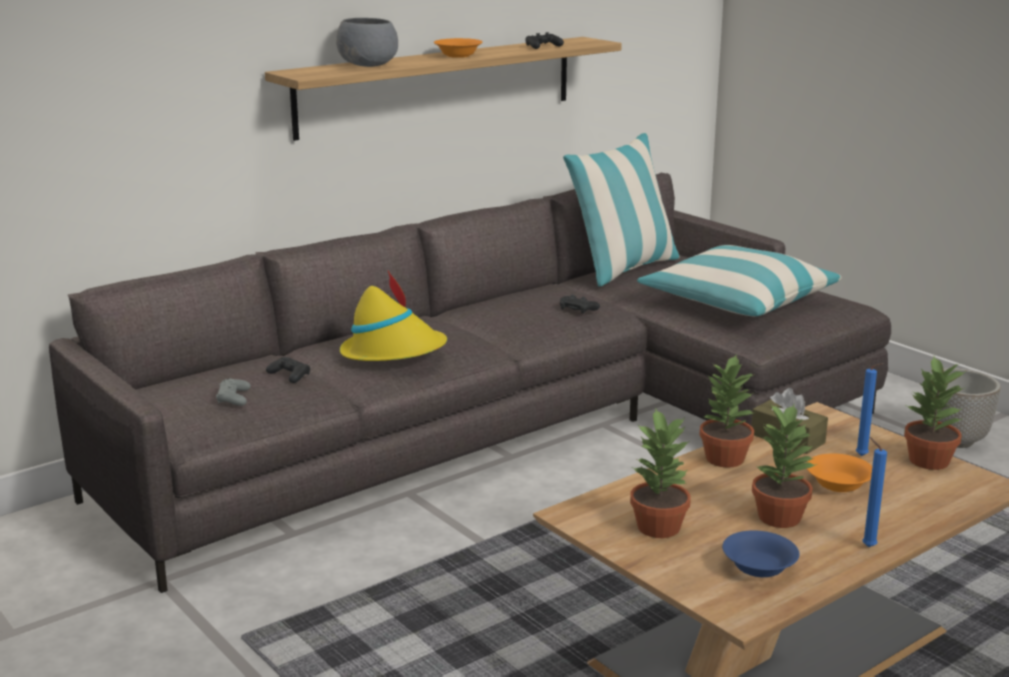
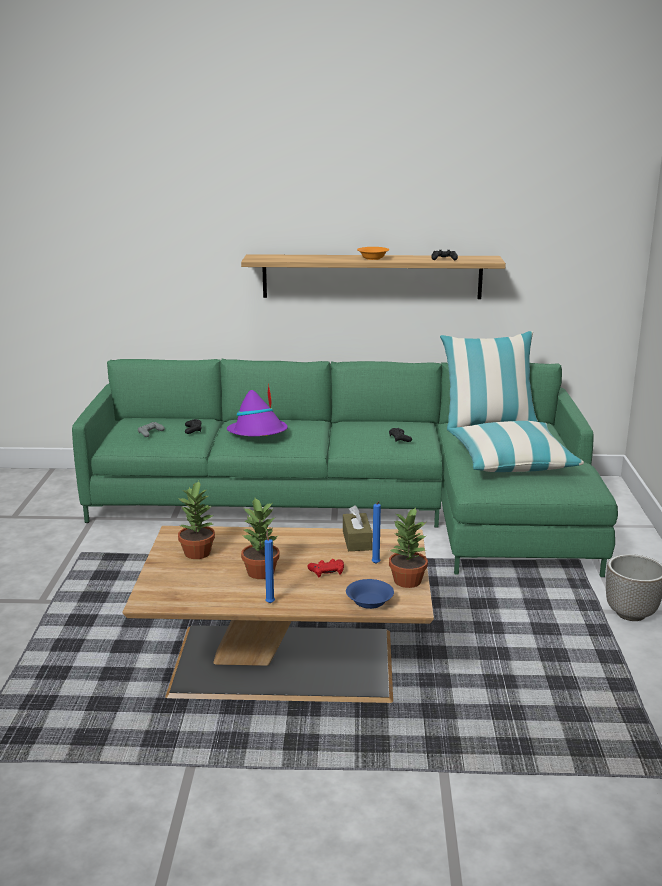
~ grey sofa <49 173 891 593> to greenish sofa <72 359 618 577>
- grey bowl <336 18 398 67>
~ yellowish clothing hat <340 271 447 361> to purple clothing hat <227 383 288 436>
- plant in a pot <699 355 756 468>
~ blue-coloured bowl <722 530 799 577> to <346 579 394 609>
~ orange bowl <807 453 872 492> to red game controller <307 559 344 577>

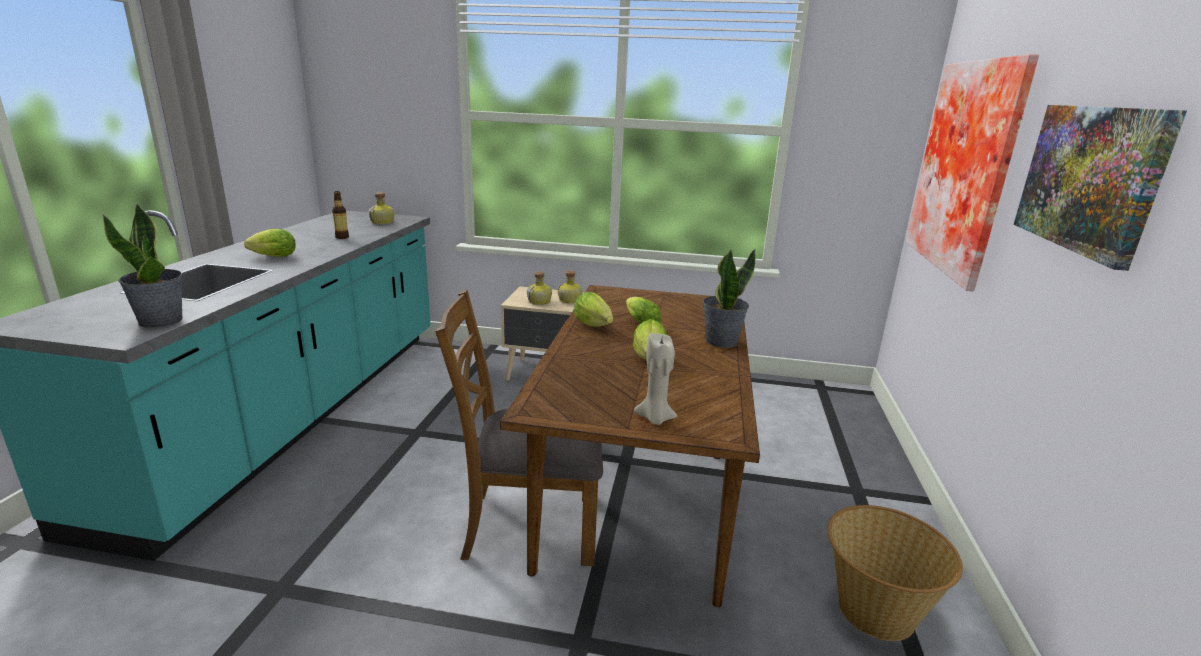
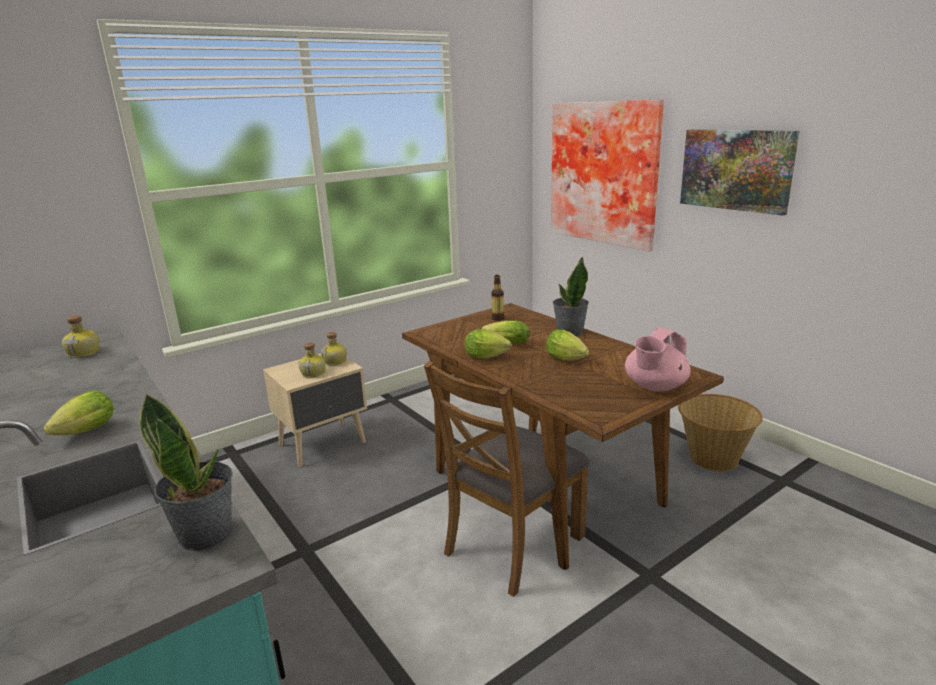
~ beverage bottle <332 191 349 239> to <491 275 504 321>
~ beige-coloured candle <634 333 677 425> to pink pot for tea <625 328 691 392>

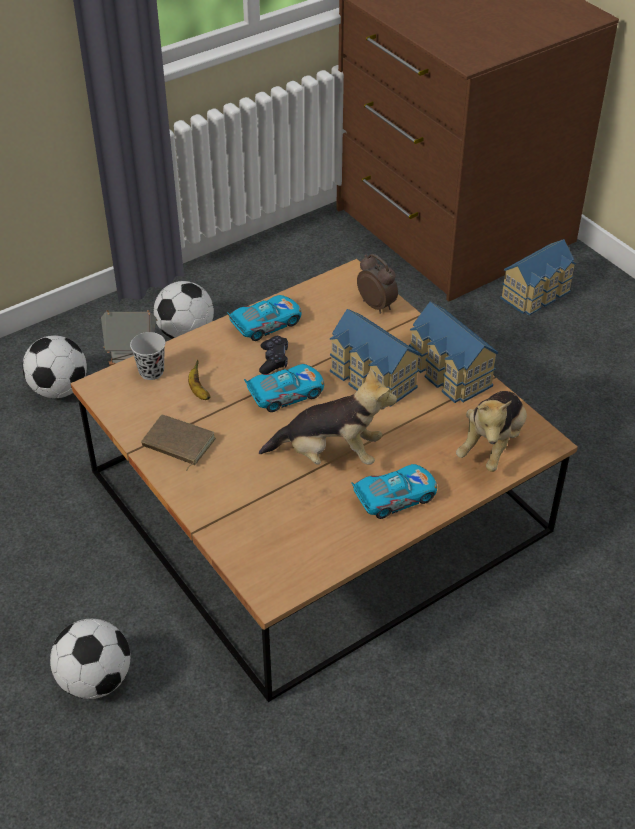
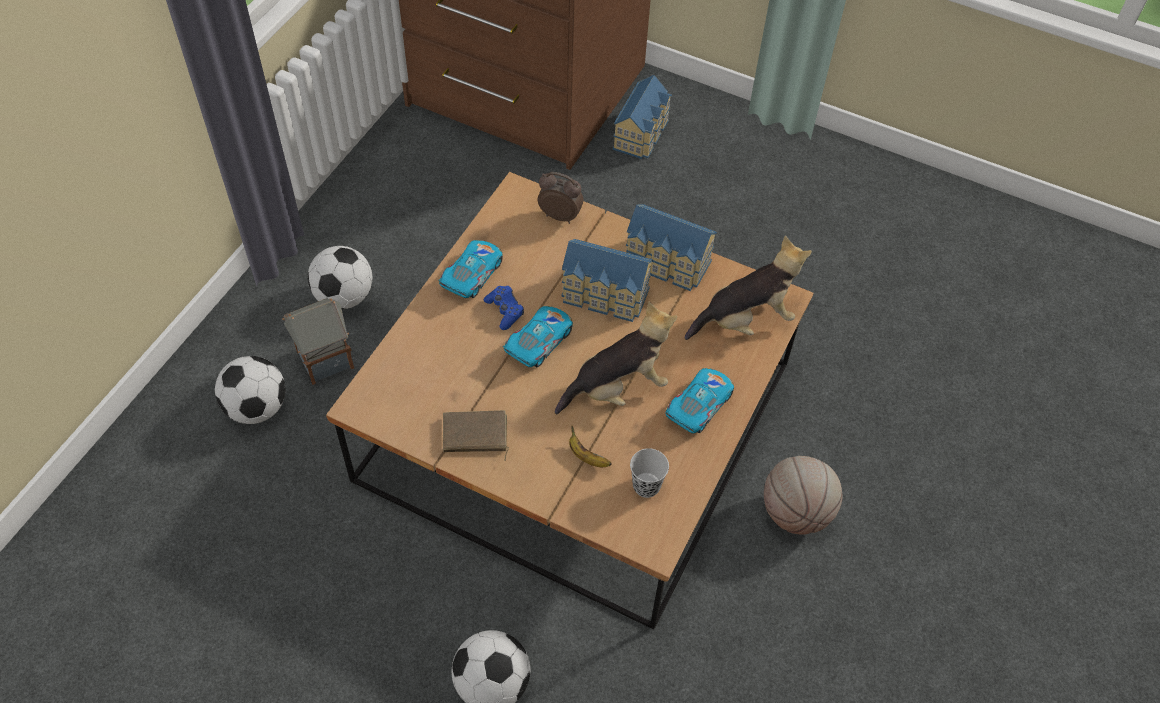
~ blackish drinking cup <130 332 165 380> to <630 448 669 498>
~ whole banana <188 360 211 400> to <569 426 612 467>
~ blackish game controller <259 336 288 374> to blue-coloured game controller <484 286 524 330>
~ soft toy <456 391 527 472> = <685 236 812 340> 105 degrees counterclockwise
+ basketball <764 456 843 535>

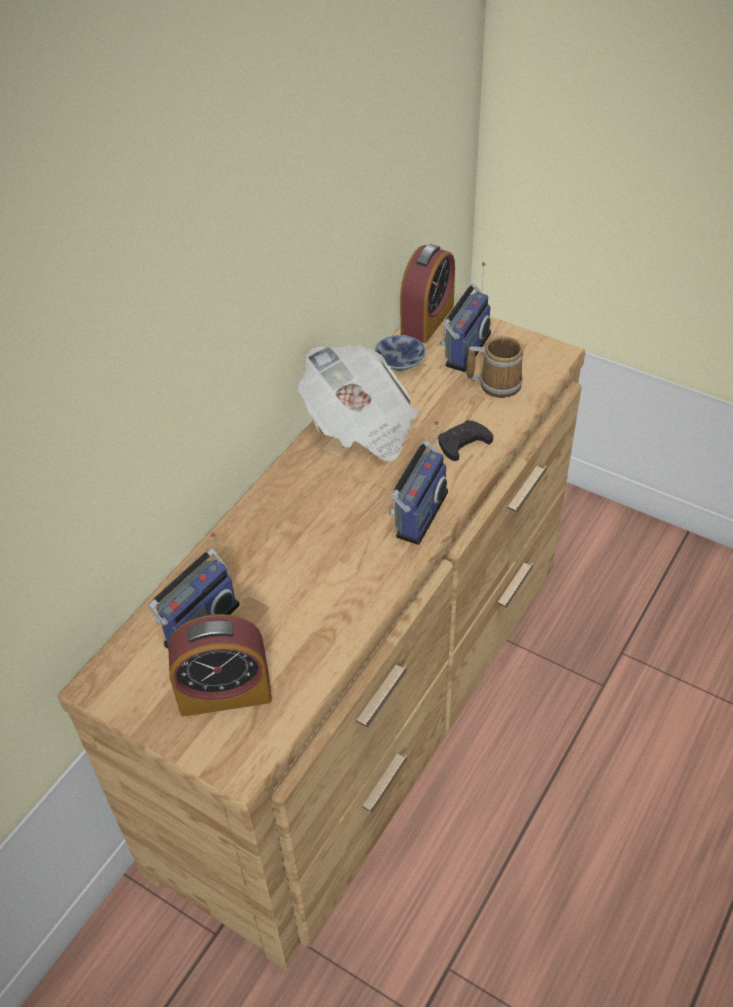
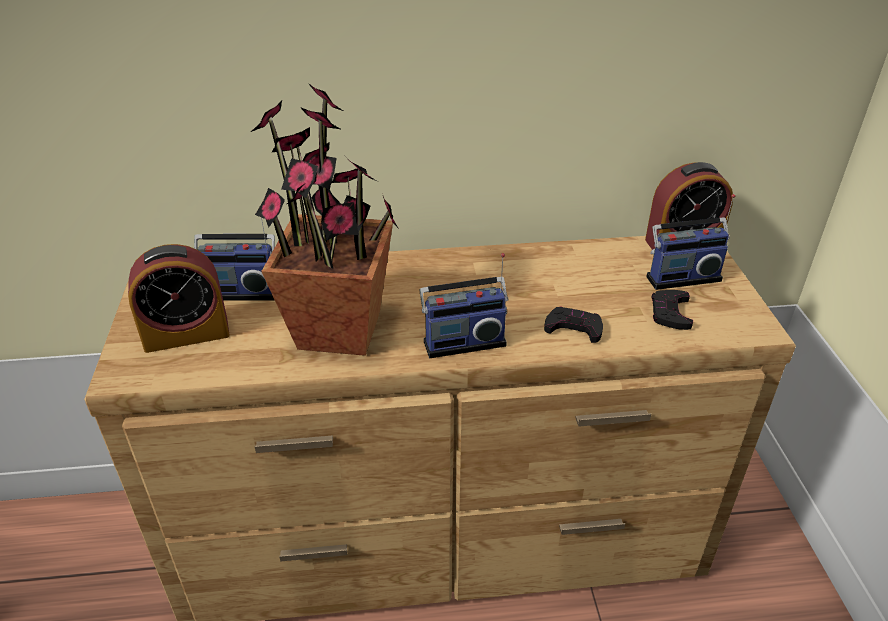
~ alarm clock <168 614 272 717> = <128 244 230 353> 60 degrees counterclockwise
- printed paper <298 344 419 462>
- bowl <375 335 426 370>
~ tea mug <467 336 523 398> to blackish game controller <651 290 693 330>
+ plant in a pot <251 83 399 356>

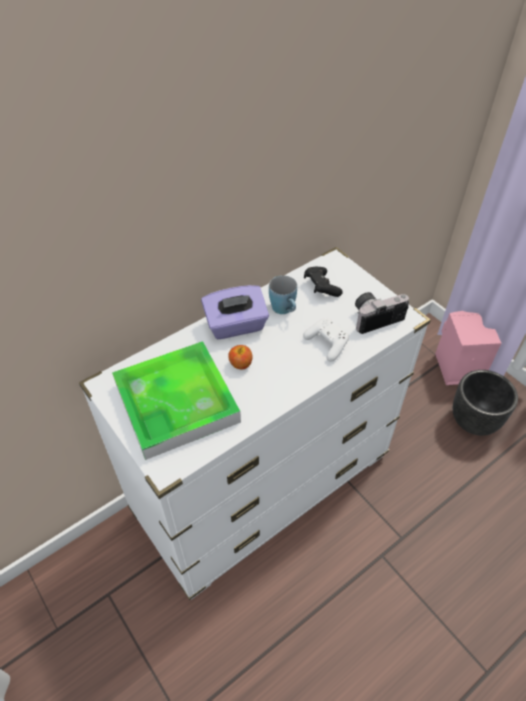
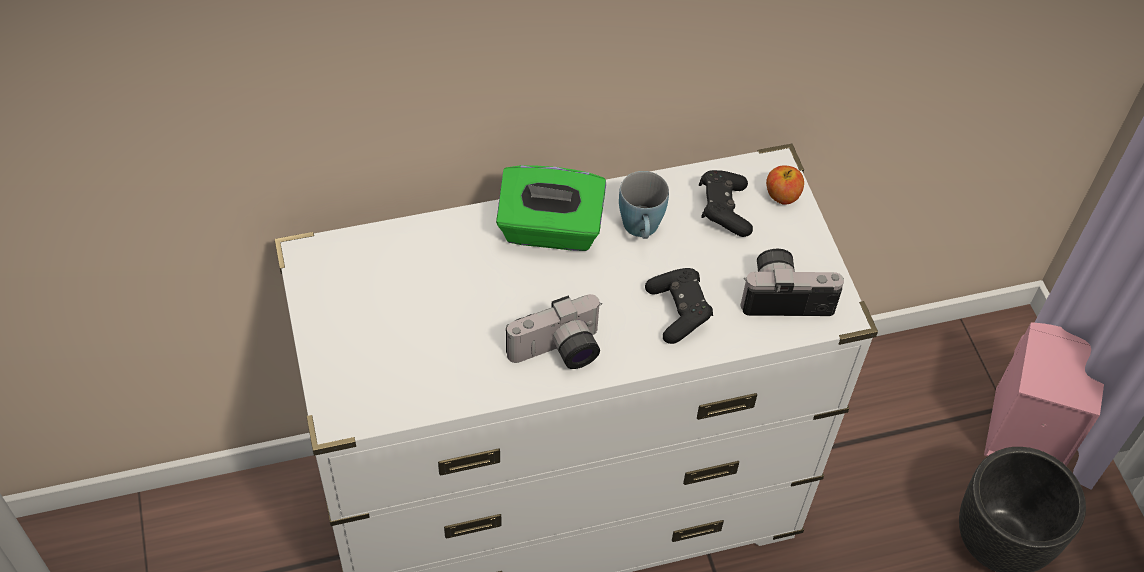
- serving tray <112 341 241 460>
~ purple tissue holder <201 285 269 339> to greenish tissue holder <496 165 606 251>
~ apple <228 345 253 370> to <766 165 804 205>
~ white-coloured game controller <303 318 349 362> to blackish game controller <645 268 713 344>
+ photo camera <506 294 602 369>

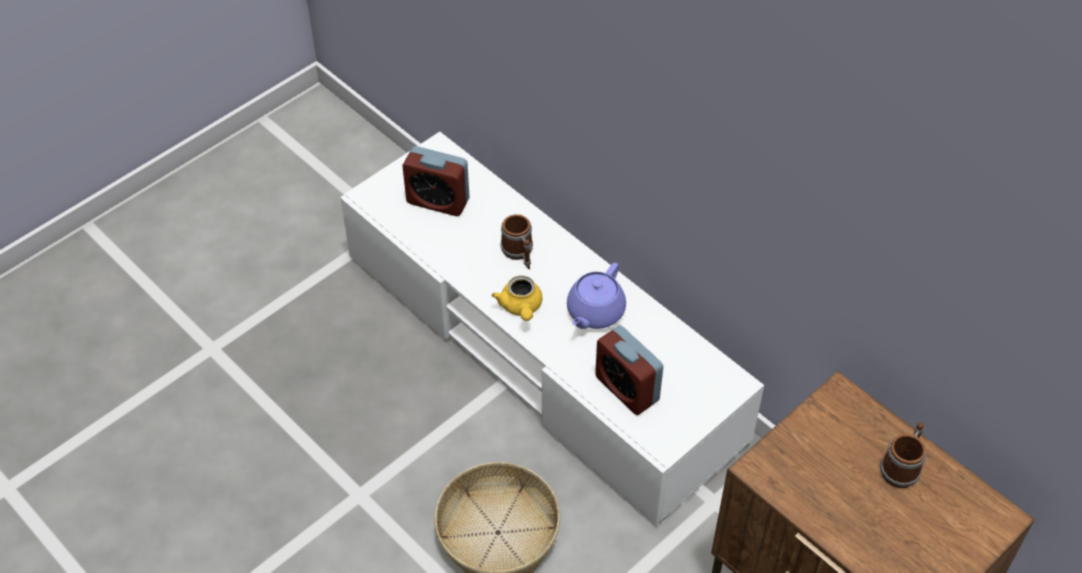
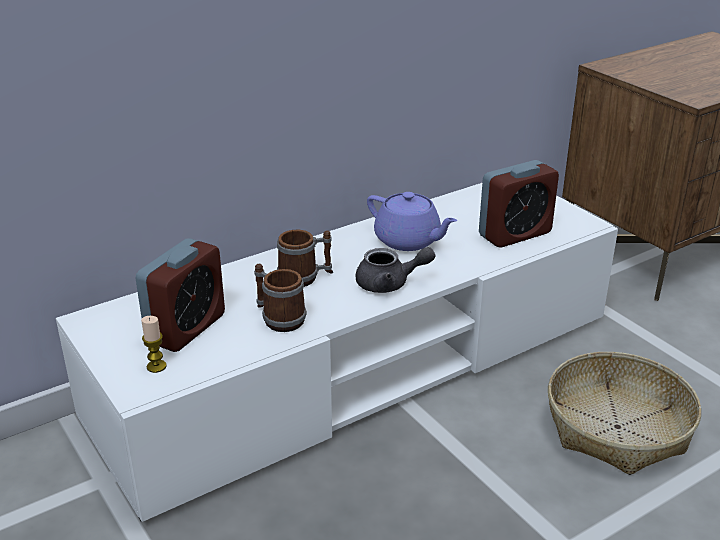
~ yellowish pot for tea <492 275 542 321> to grey pot for tea <355 247 435 293>
~ tea mug <880 422 927 488> to <254 264 307 332>
+ candle <141 316 167 373>

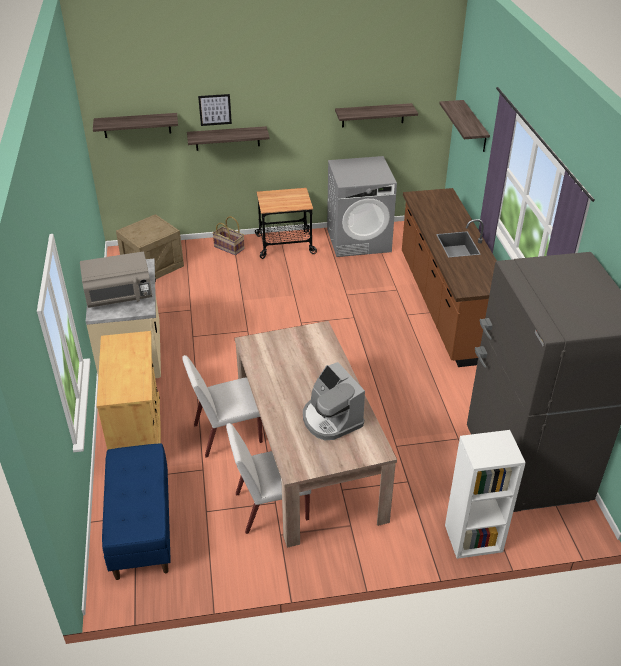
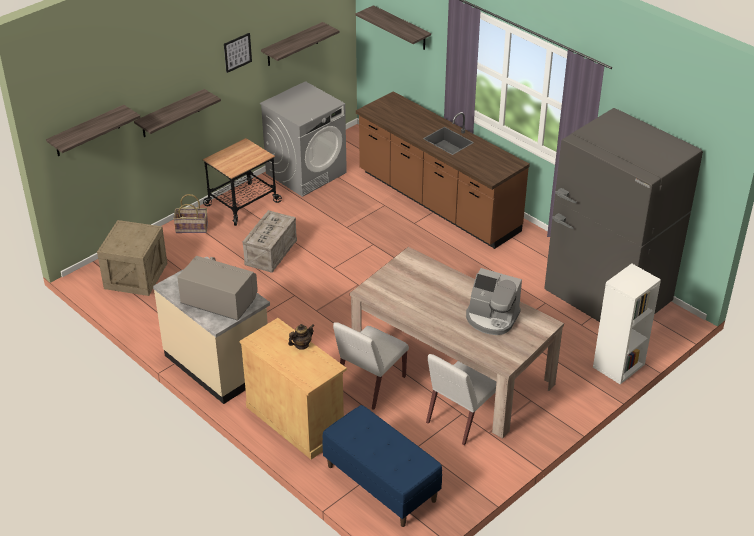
~ grey microwave oven <80 252 152 308> = <177 256 258 321> 105 degrees counterclockwise
~ wall picture <198 94 232 126> to <224 33 252 73>
+ crate <243 210 297 273>
+ pot for tea <288 324 314 349>

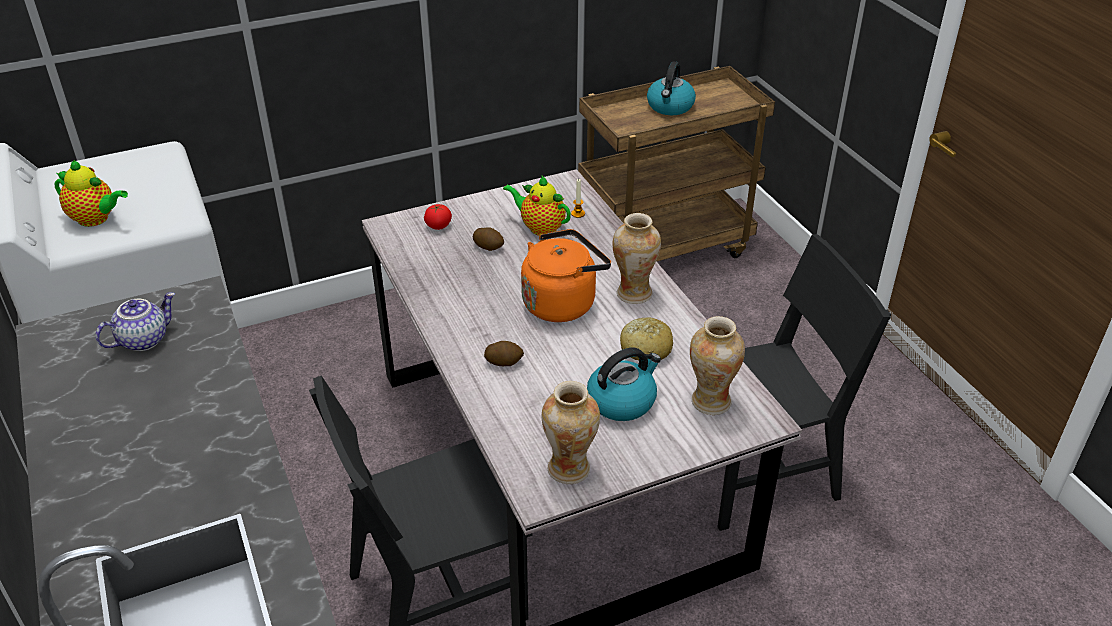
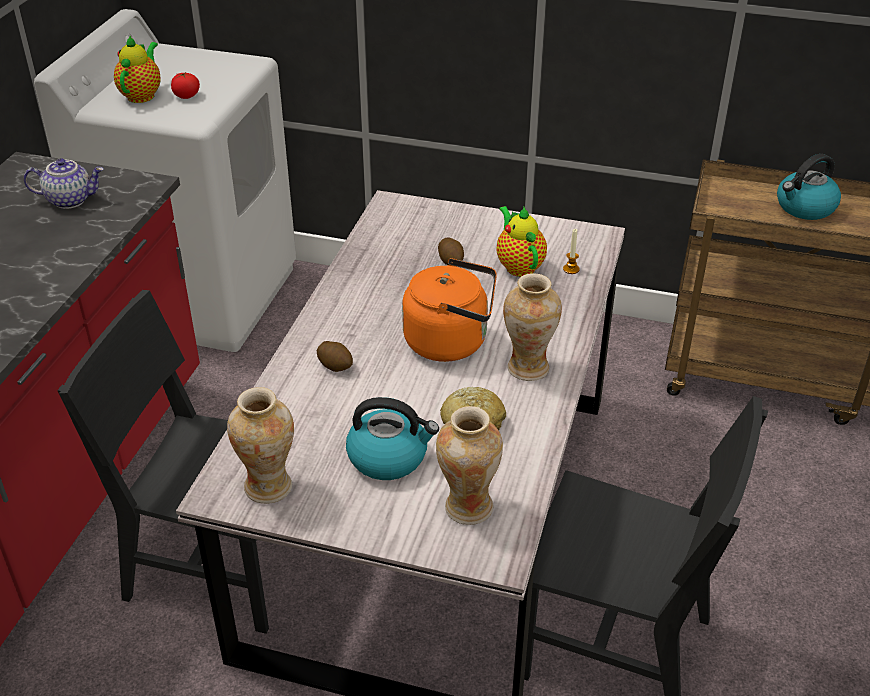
~ pot for tea <55 160 128 227> = <114 35 161 103> 135 degrees counterclockwise
~ tomato <424 204 452 230> to <171 72 200 99>

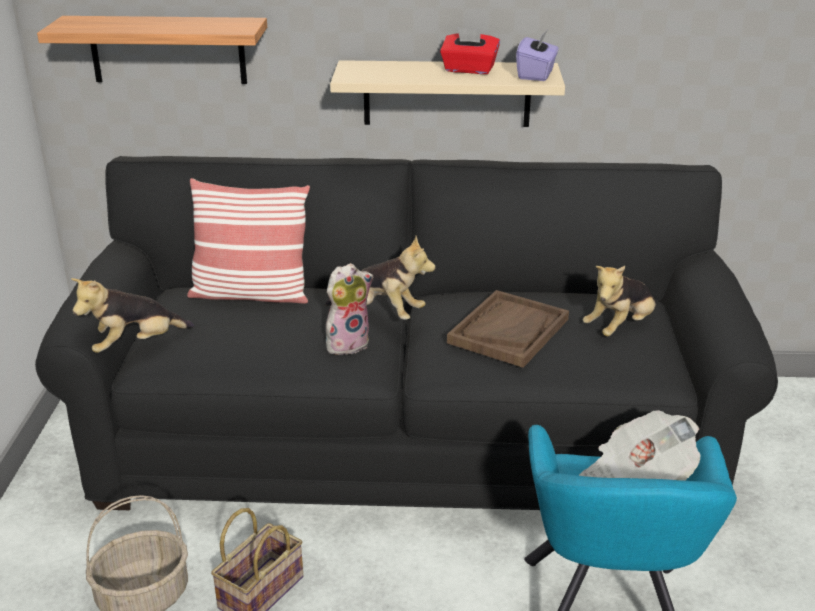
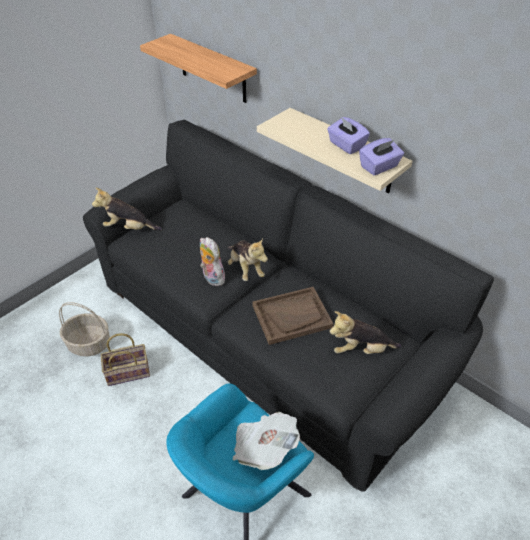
- pillow <187 178 310 304>
~ soft toy <325 263 373 355> = <200 237 225 286> 135 degrees counterclockwise
~ red tissue holder <440 28 500 74> to purple tissue holder <327 117 370 154>

